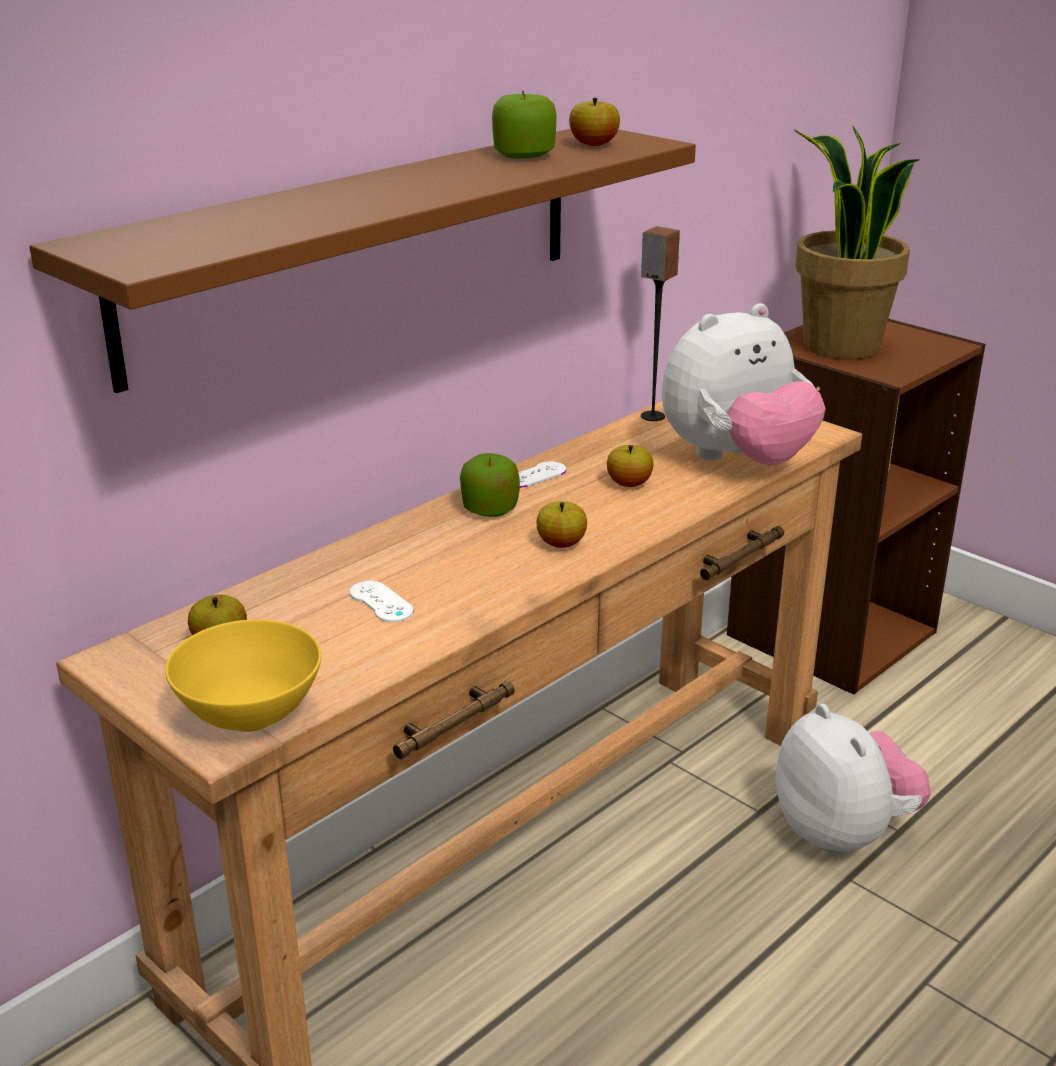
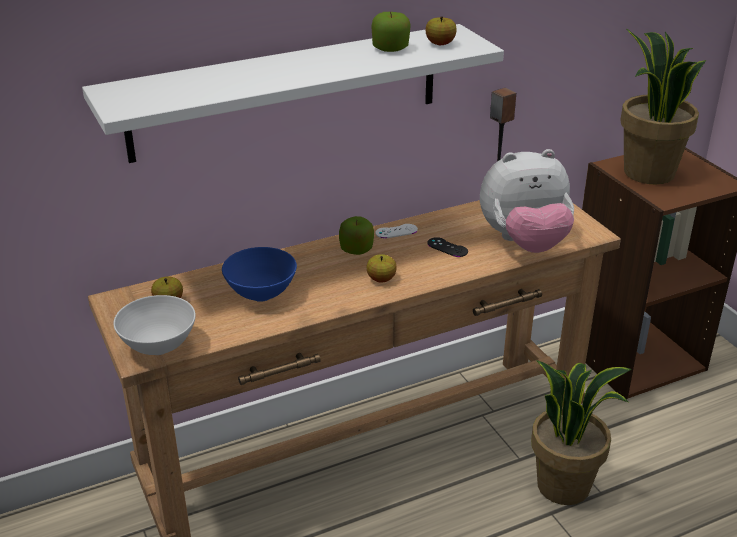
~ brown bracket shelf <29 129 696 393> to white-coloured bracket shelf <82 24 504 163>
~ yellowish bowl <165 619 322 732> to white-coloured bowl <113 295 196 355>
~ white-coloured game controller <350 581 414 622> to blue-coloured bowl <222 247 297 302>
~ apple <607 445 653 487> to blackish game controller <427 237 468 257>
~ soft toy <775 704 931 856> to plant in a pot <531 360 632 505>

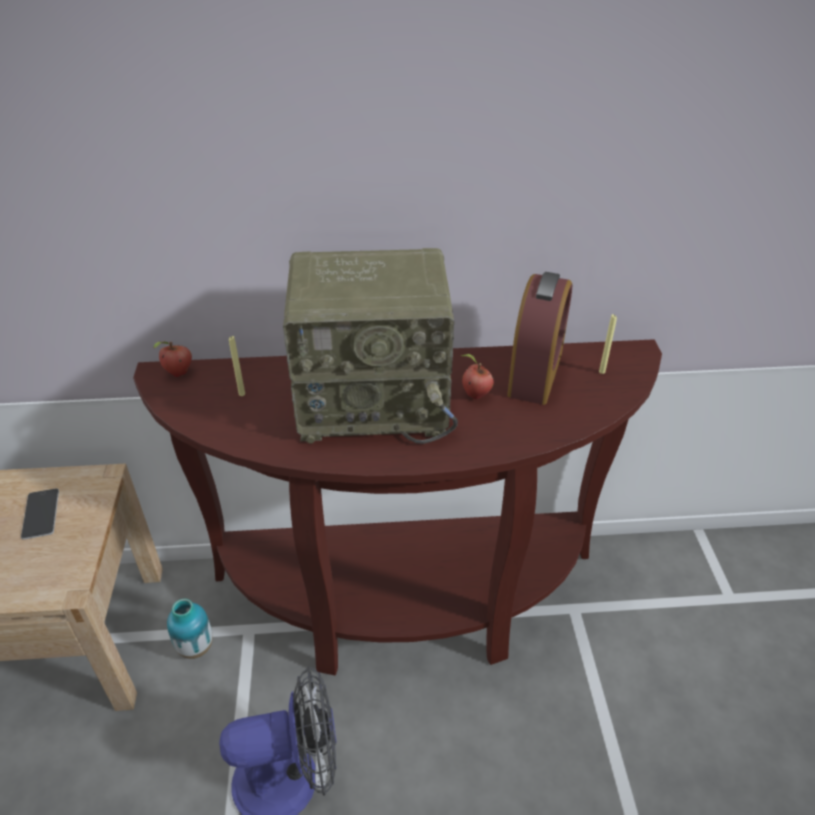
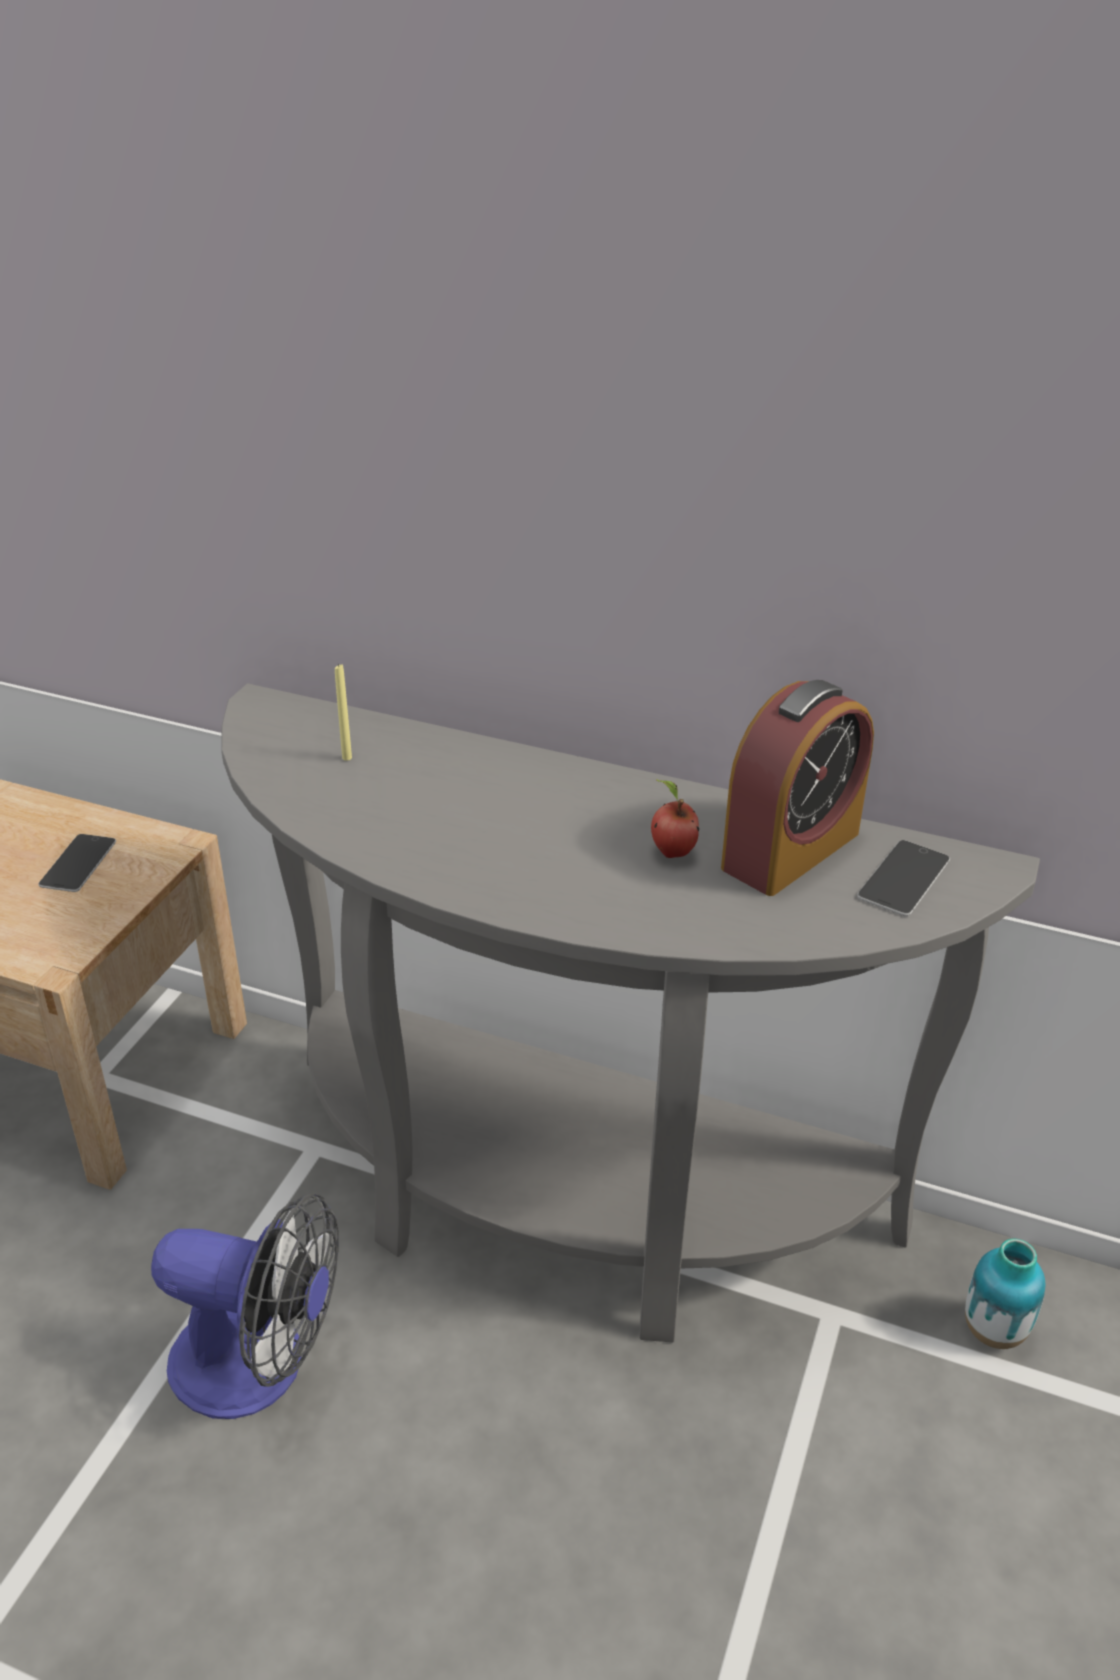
~ brown hall table <133 339 662 675> to grey hall table <221 684 1040 1342>
- apple <153 342 192 377>
~ decorative vase <167 599 213 659> to <965 1239 1045 1349>
- radio <283 248 458 444>
~ yellowish candle <599 314 617 374> to phone <857 840 950 916>

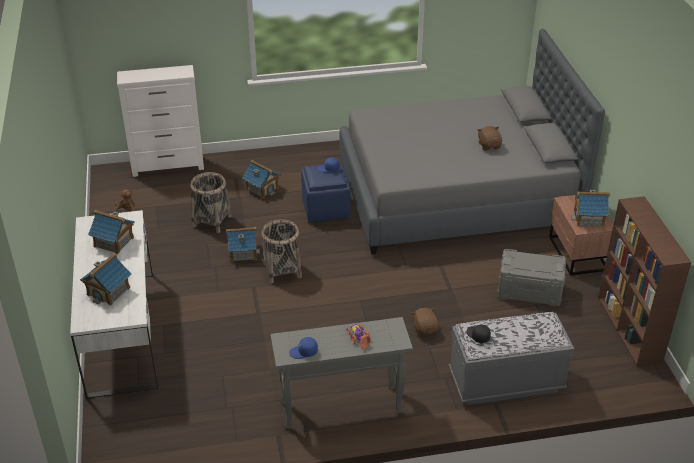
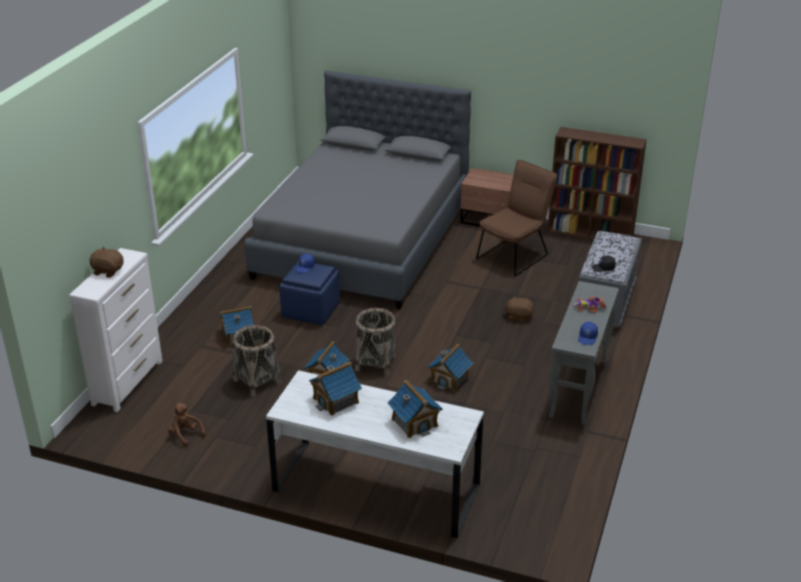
~ brown soft toy <478 126 502 151> to <90 247 124 278>
~ grey storage container <497 249 566 307> to brown chair <476 160 558 276>
~ toy house <571 190 610 227> to <428 344 473 391>

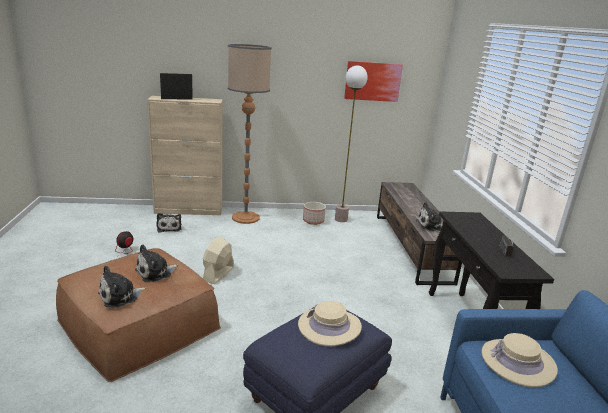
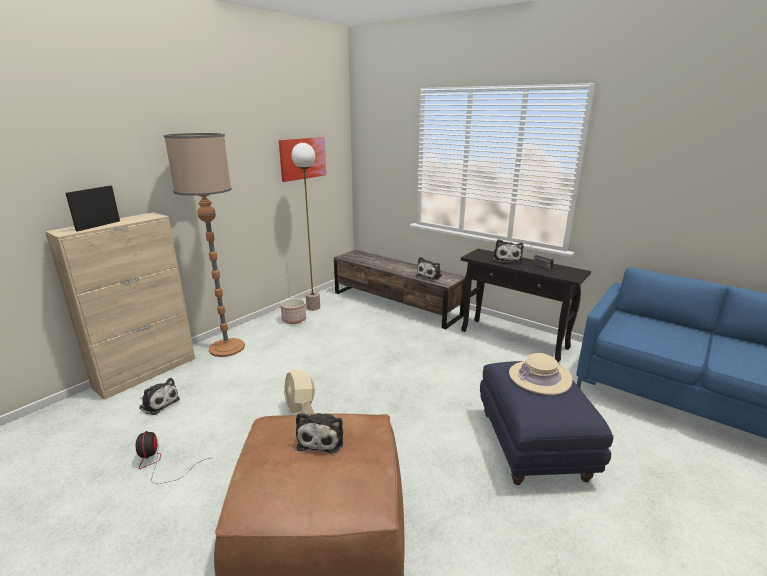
~ soft toy <98 265 146 308> to <493 239 523 263>
- beige-coloured clothing hat <482 333 558 387>

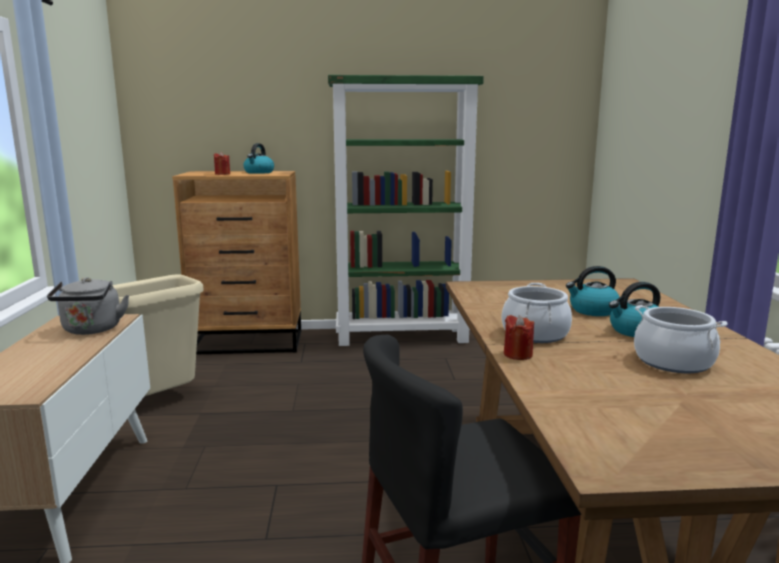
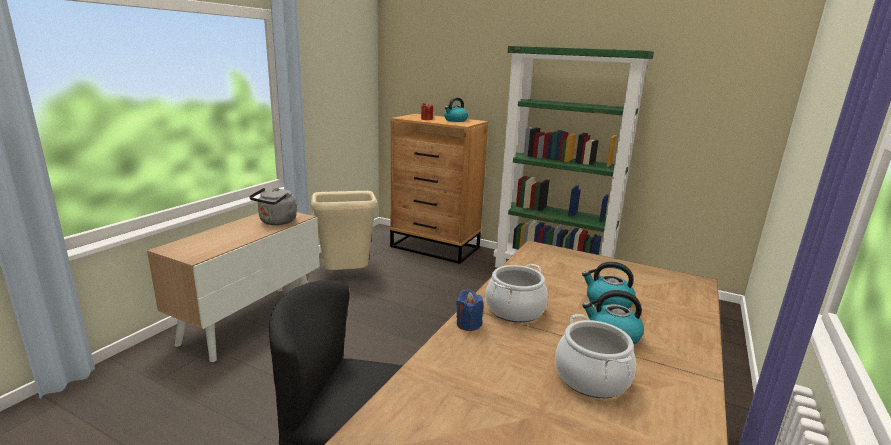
~ red candle <504 315 534 360> to blue-coloured candle <456 289 484 331>

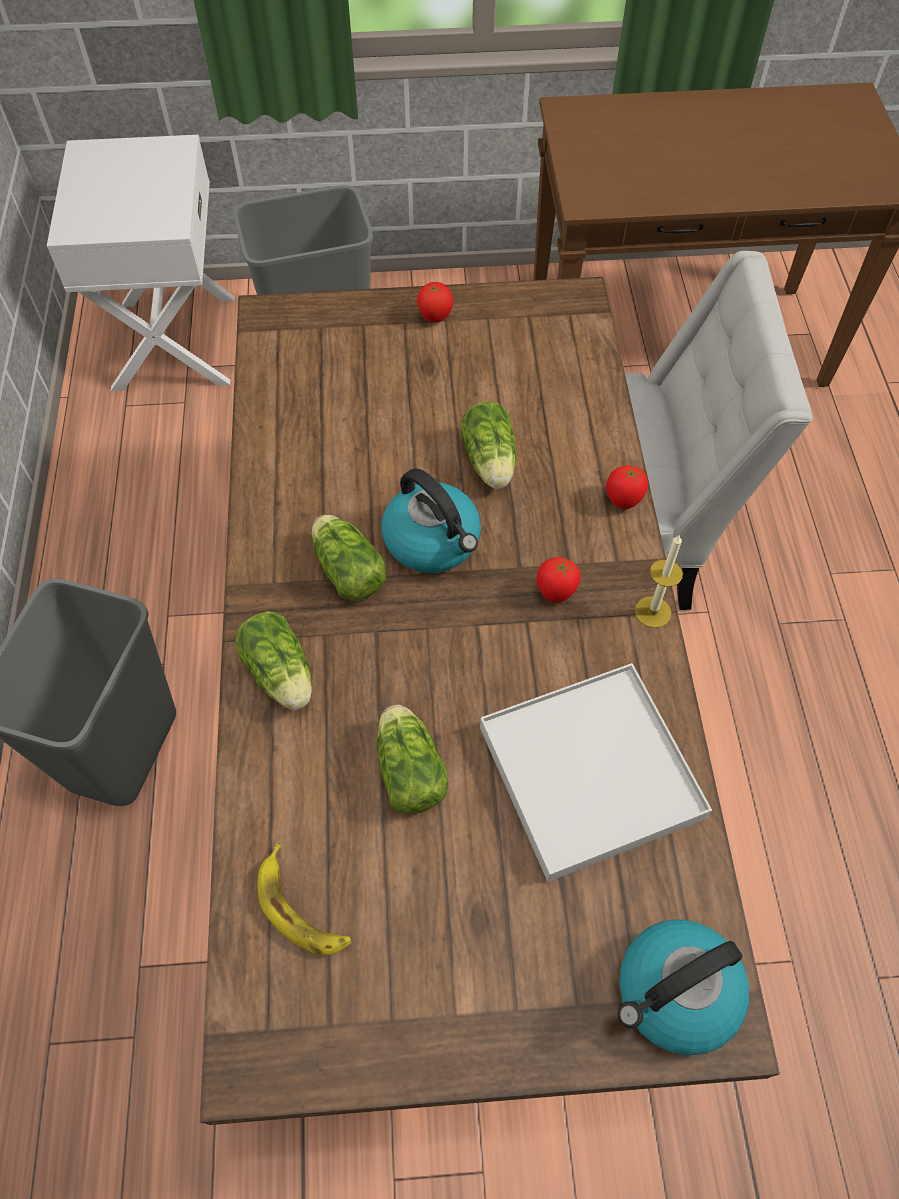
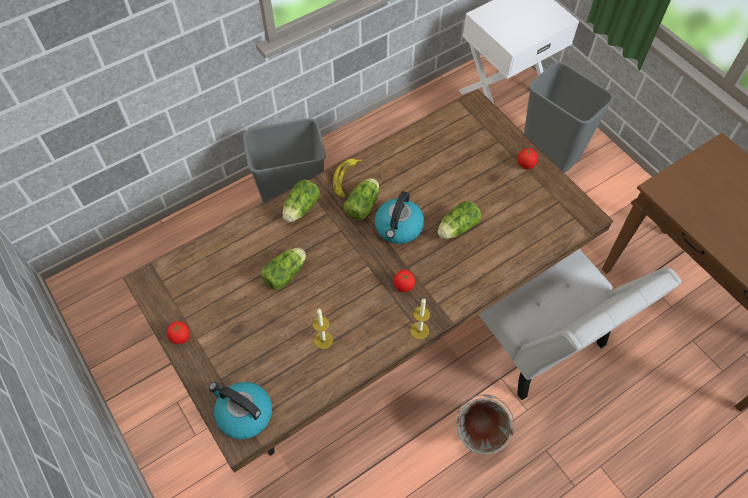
~ whole banana <257 844 352 955> to <333 159 362 198>
~ white-coloured serving tray <480 663 712 882> to candle <313 309 333 349>
~ tomato <606 465 648 509> to <167 321 190 344>
+ grey water bucket <456 394 515 455>

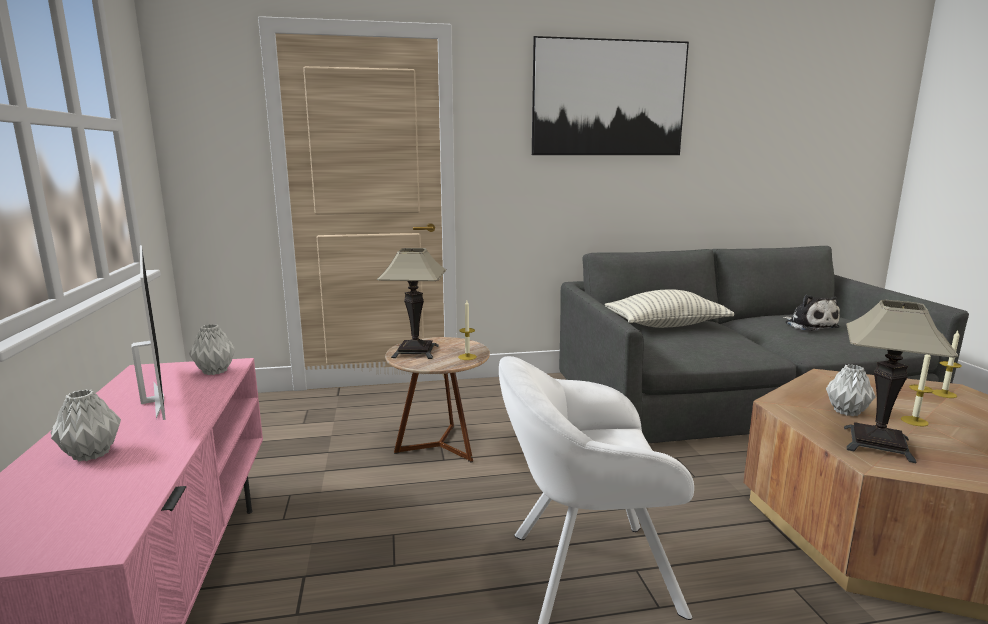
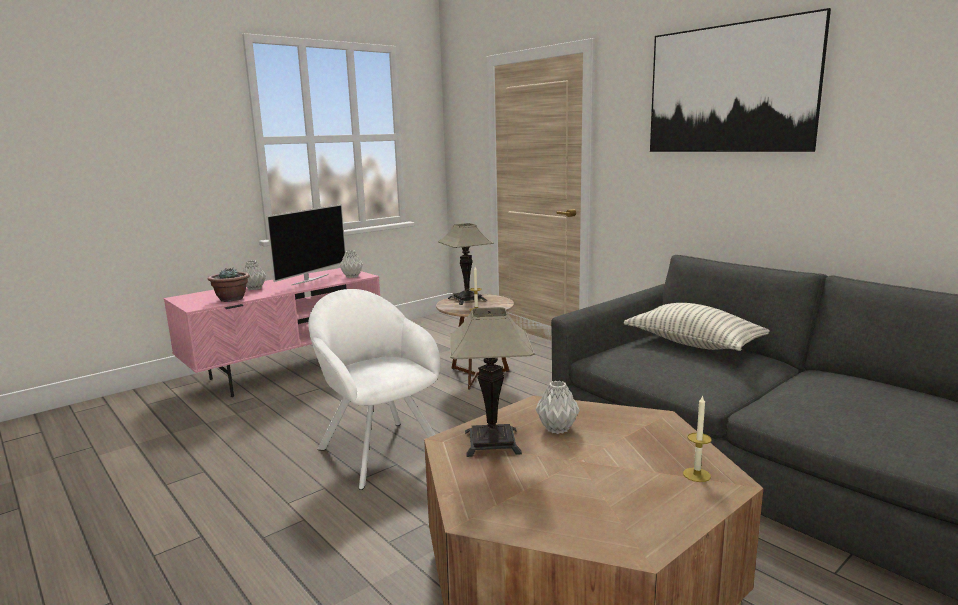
- soft toy <783 295 840 331>
- candle <901 354 933 427>
+ plant in a pot <207 267 250 302>

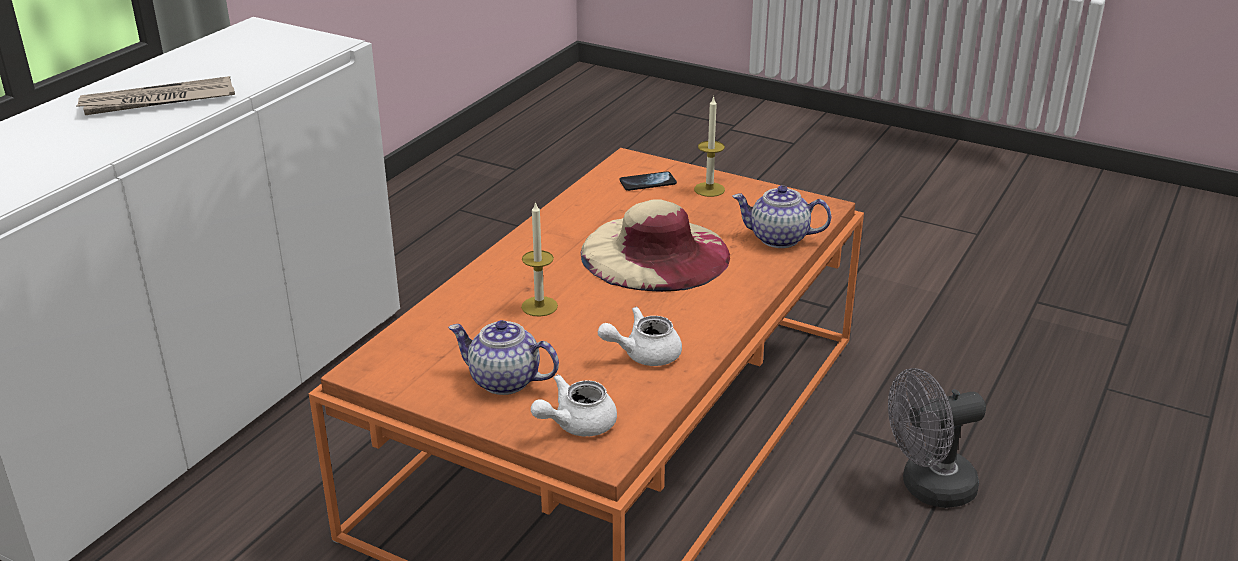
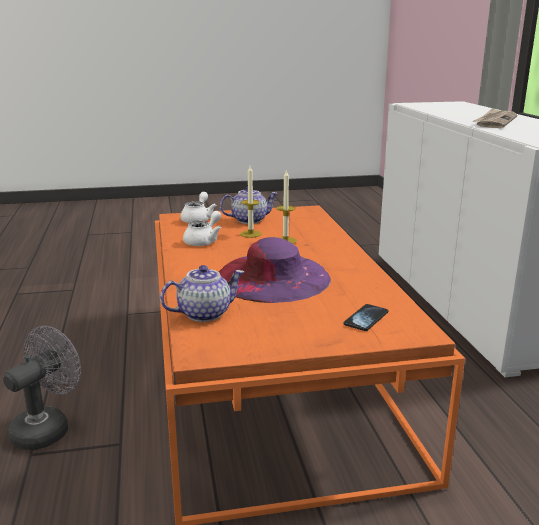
~ beige-coloured clothing hat <581 199 730 292> to purple clothing hat <219 237 331 303>
~ candle <694 96 725 197> to <240 166 262 238>

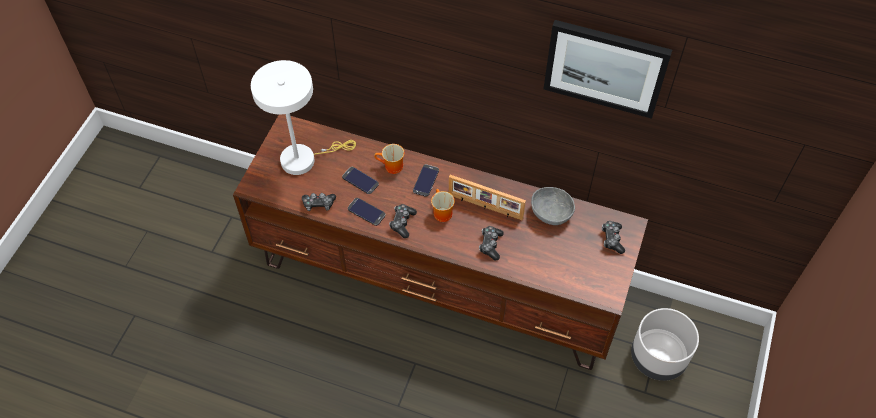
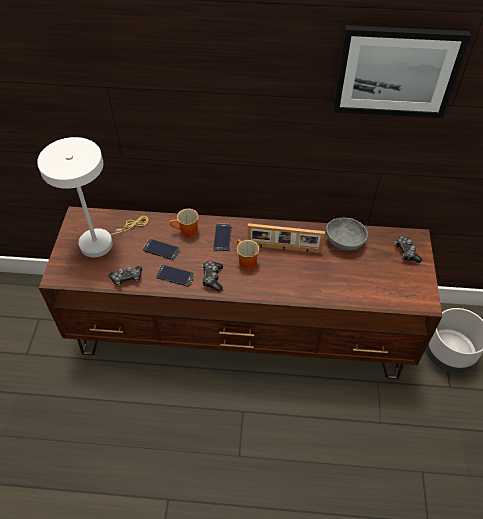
- game controller <479 226 504 260>

